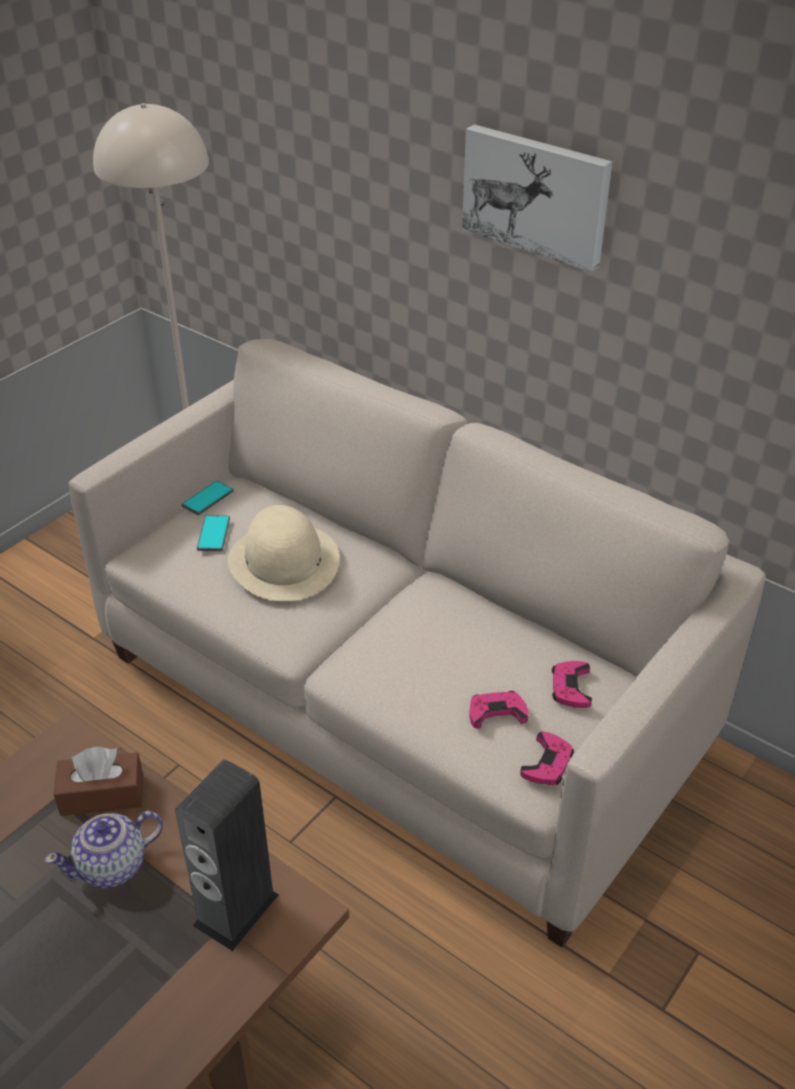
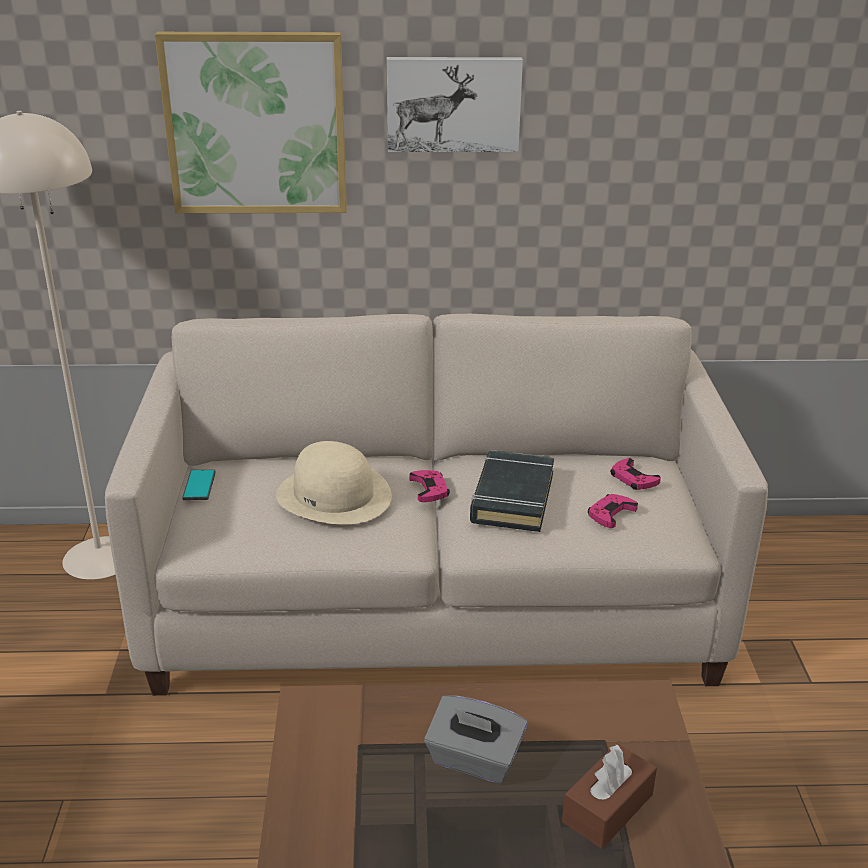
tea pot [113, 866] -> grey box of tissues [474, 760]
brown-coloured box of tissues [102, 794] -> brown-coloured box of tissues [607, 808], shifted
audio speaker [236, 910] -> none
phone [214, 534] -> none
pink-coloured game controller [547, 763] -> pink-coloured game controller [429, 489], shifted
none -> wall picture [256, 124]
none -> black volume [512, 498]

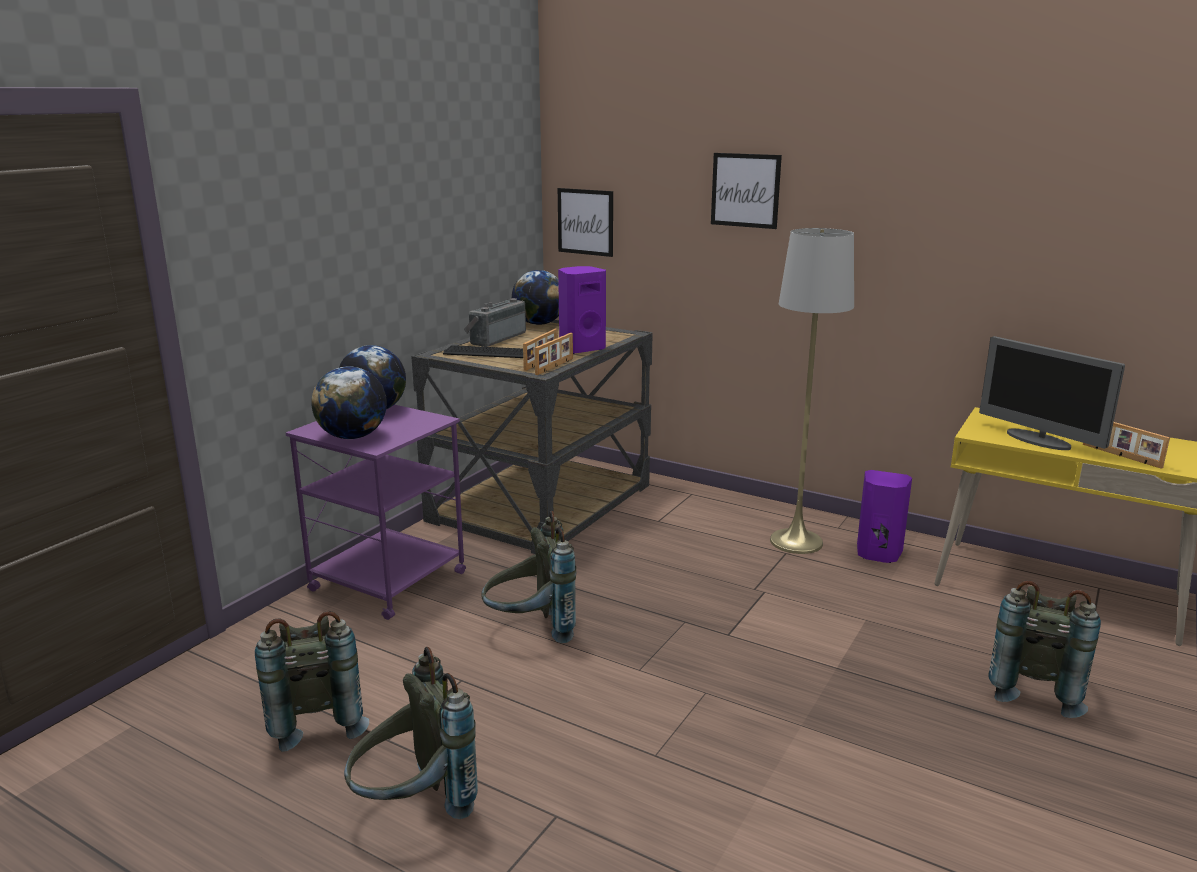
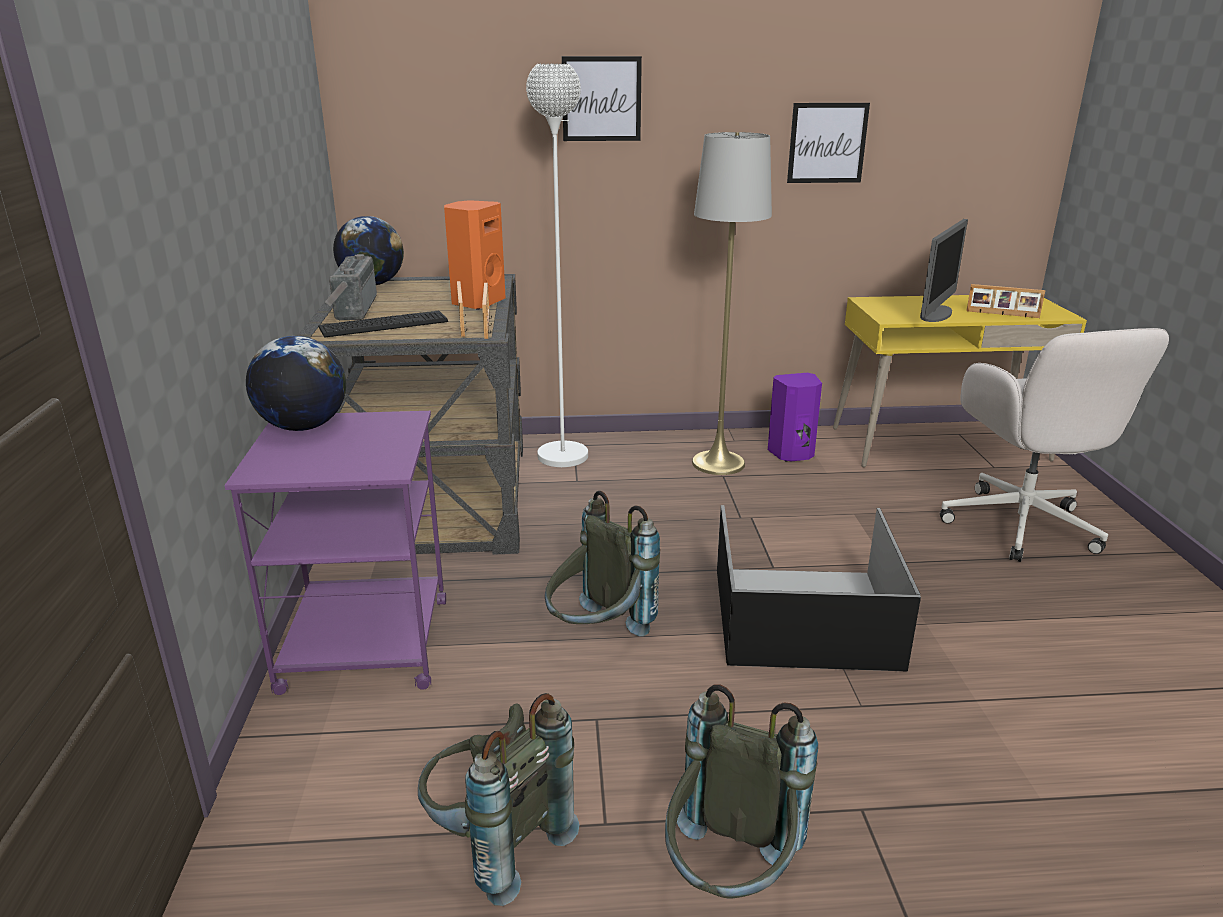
desk globe [353, 437] -> none
wall picture [585, 222] -> wall picture [827, 143], shifted
purple audio speaker [581, 349] -> orange audio speaker [476, 302]
computer display [1038, 440] -> computer display [936, 314], 75 degrees counterclockwise
grey rucksack [1032, 688] -> white-coloured desk chair [1019, 526]
none -> white-coloured floor lamp [563, 456]
none -> black storage container [807, 616]

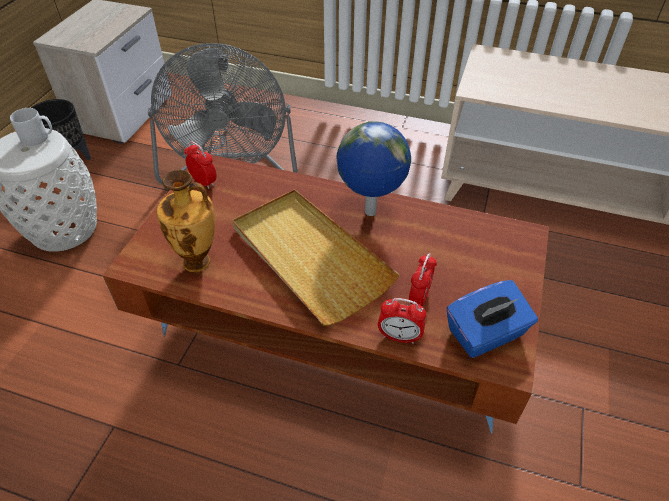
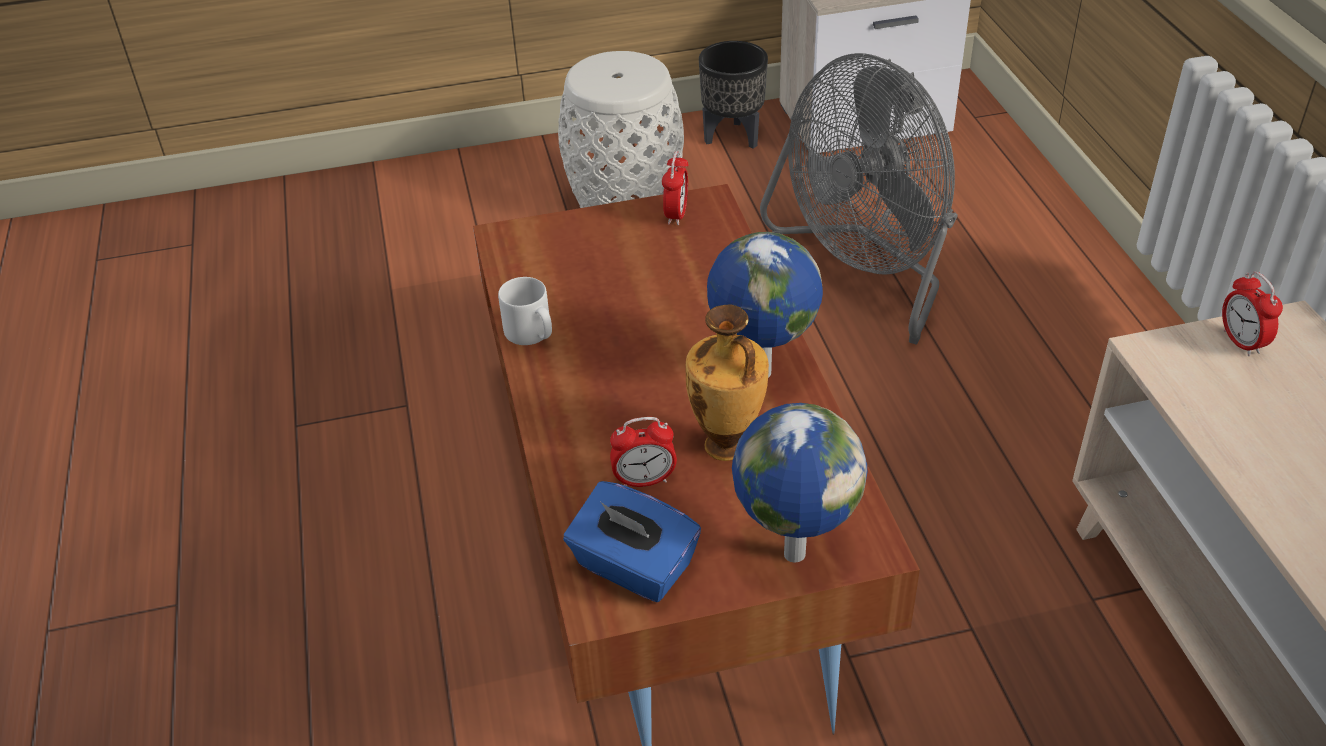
grey tea mug [38, 138] -> grey tea mug [531, 334], shifted
flower vase [198, 262] -> flower vase [726, 448], shifted
sand-coloured serving tray [309, 257] -> none
alarm clock [399, 337] -> alarm clock [1241, 342], shifted
none -> desk globe [792, 553]

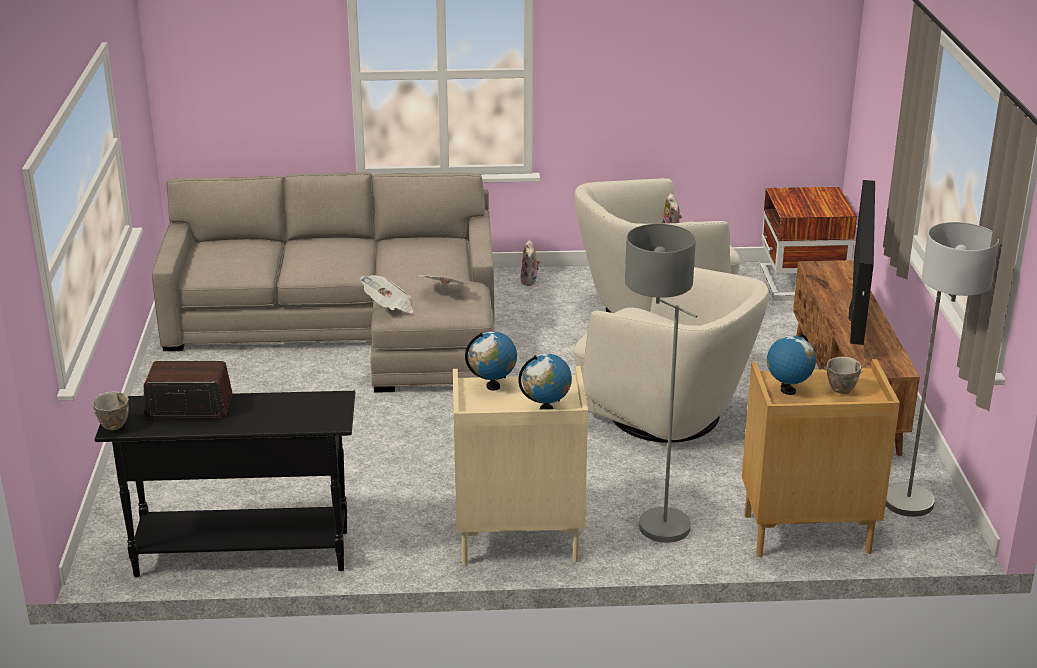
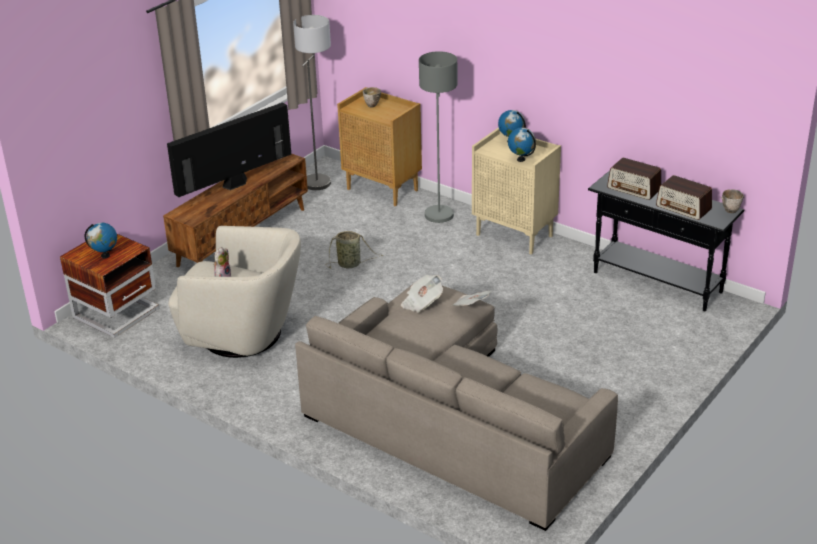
soft toy [530, 281] -> none
sand-coloured lounge chair [666, 415] -> basket [351, 264]
desk globe [788, 391] -> desk globe [105, 256], shifted
none -> radio receiver [634, 189]

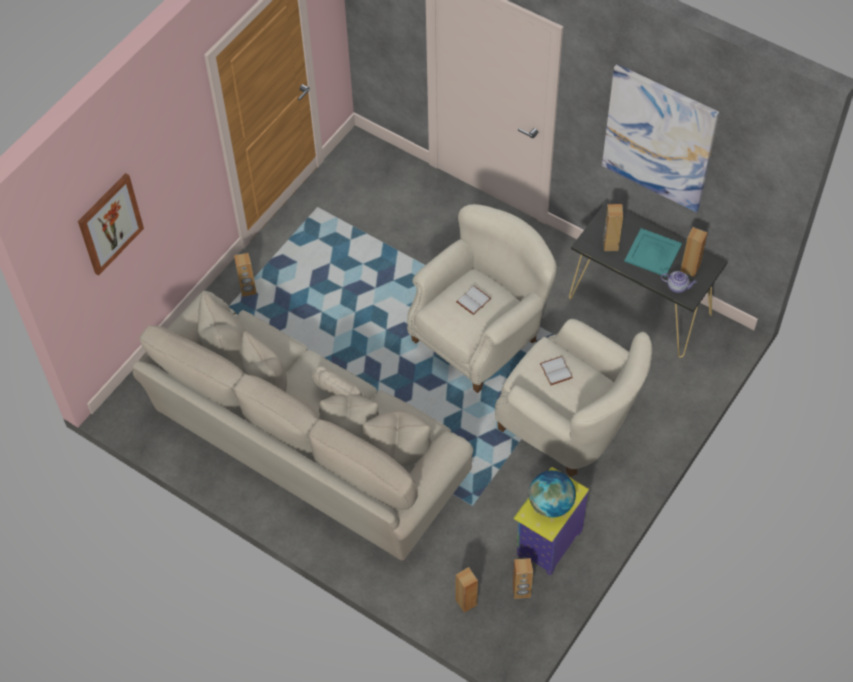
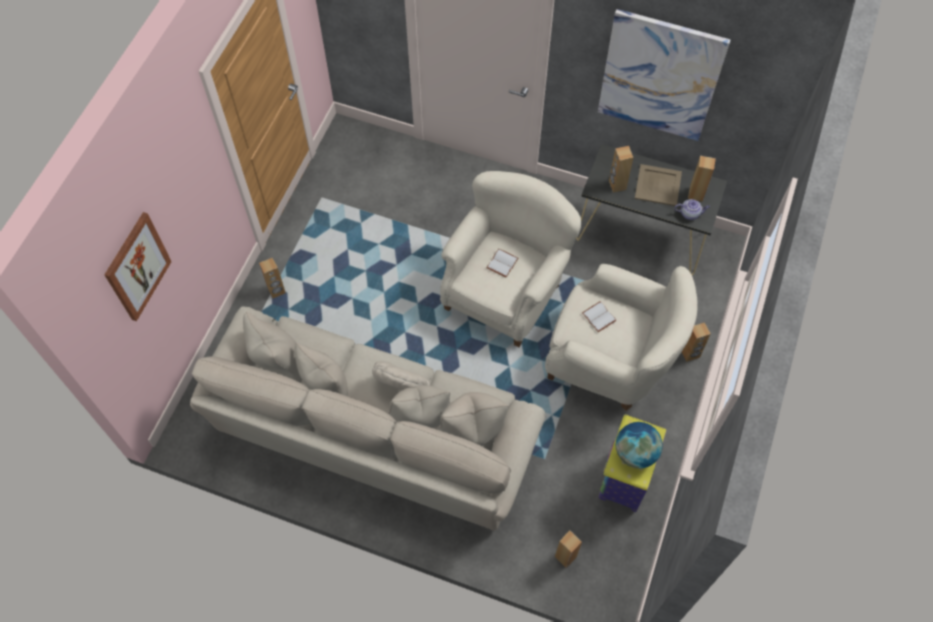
brown-coloured audio speaker [521, 591] -> brown-coloured audio speaker [690, 354], shifted
blue-green serving tray [652, 252] -> sand-coloured serving tray [657, 185]

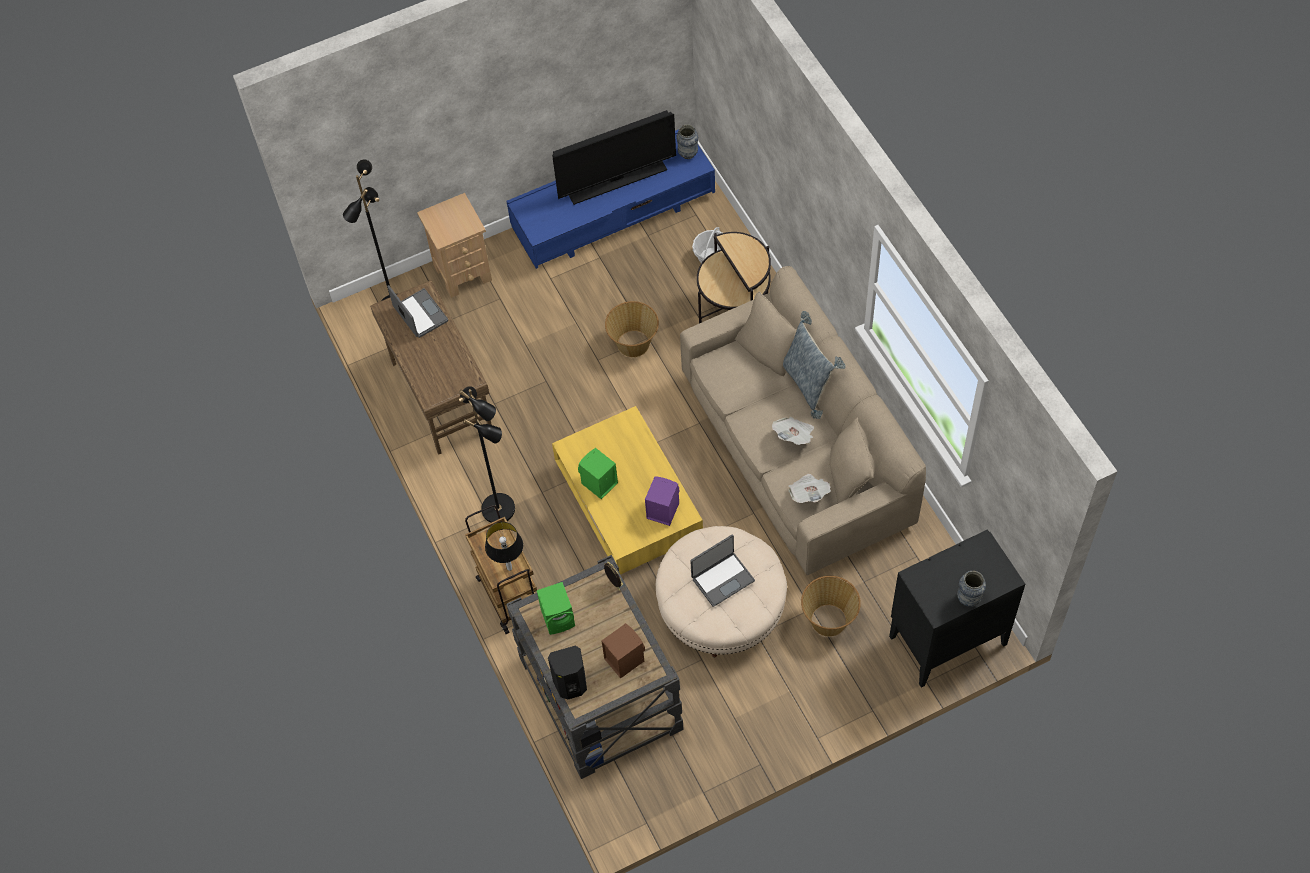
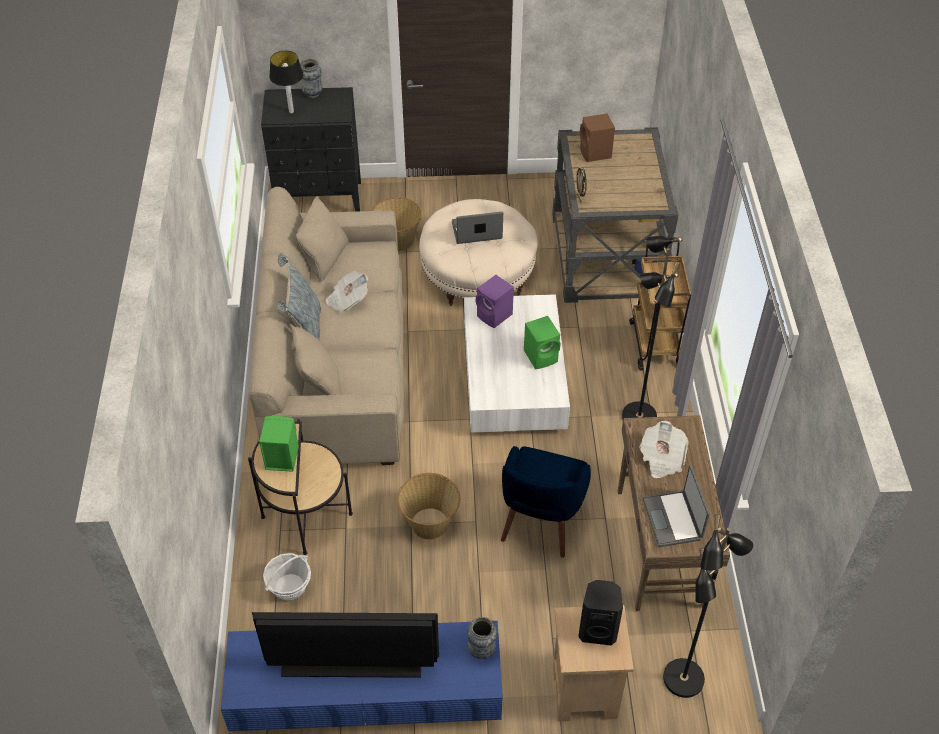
table lamp [509, 568] -> table lamp [291, 111], shifted
greenish audio speaker [559, 618] -> greenish audio speaker [280, 457], shifted
black audio speaker [571, 685] -> black audio speaker [598, 630], shifted
yellowish lounge table [628, 502] -> white-coloured lounge table [513, 379]
flower vase [688, 154] -> flower vase [481, 650], shifted
printed paper [808, 494] -> printed paper [661, 458], shifted
none -> bluish lounge chair [541, 520]

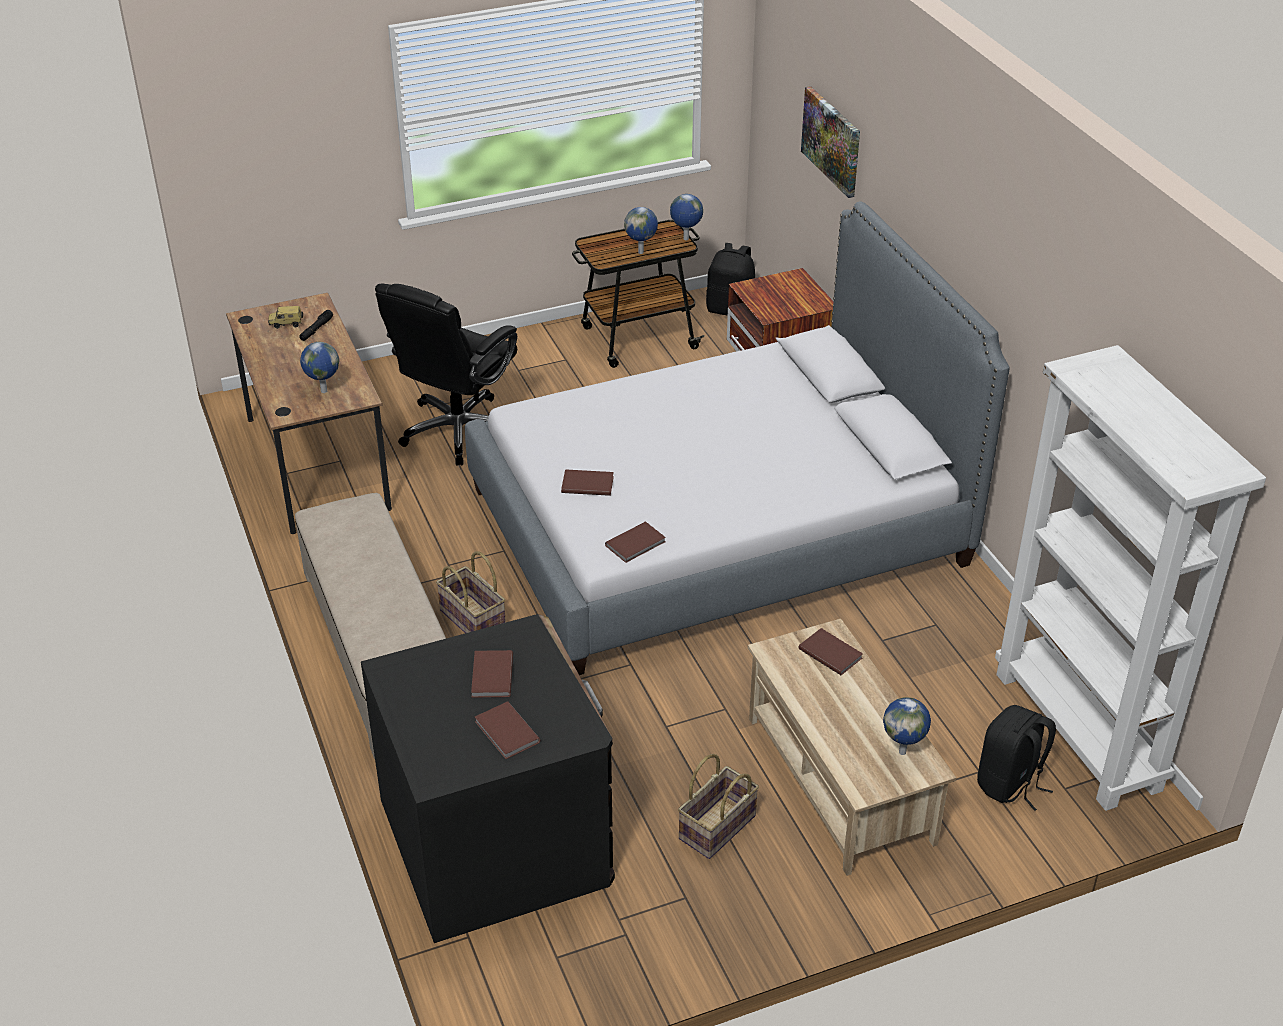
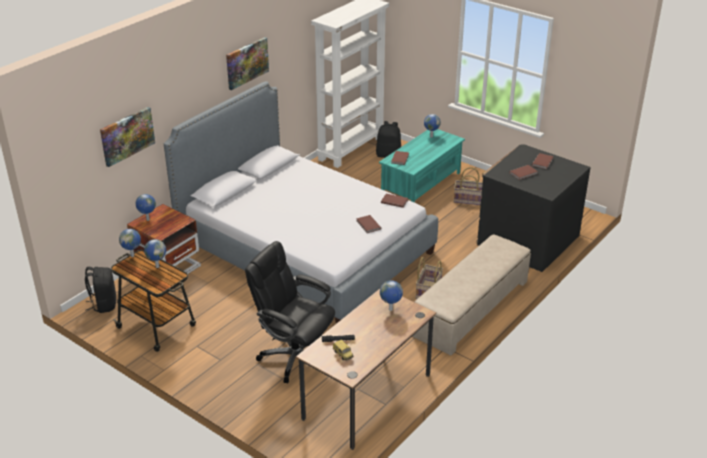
black desk chair [458, 430] -> black desk chair [295, 357], 150 degrees counterclockwise
sand-coloured lounge table [838, 779] -> blue-green lounge table [421, 184]
none -> desk globe [147, 220]
none -> wall picture [247, 62]

